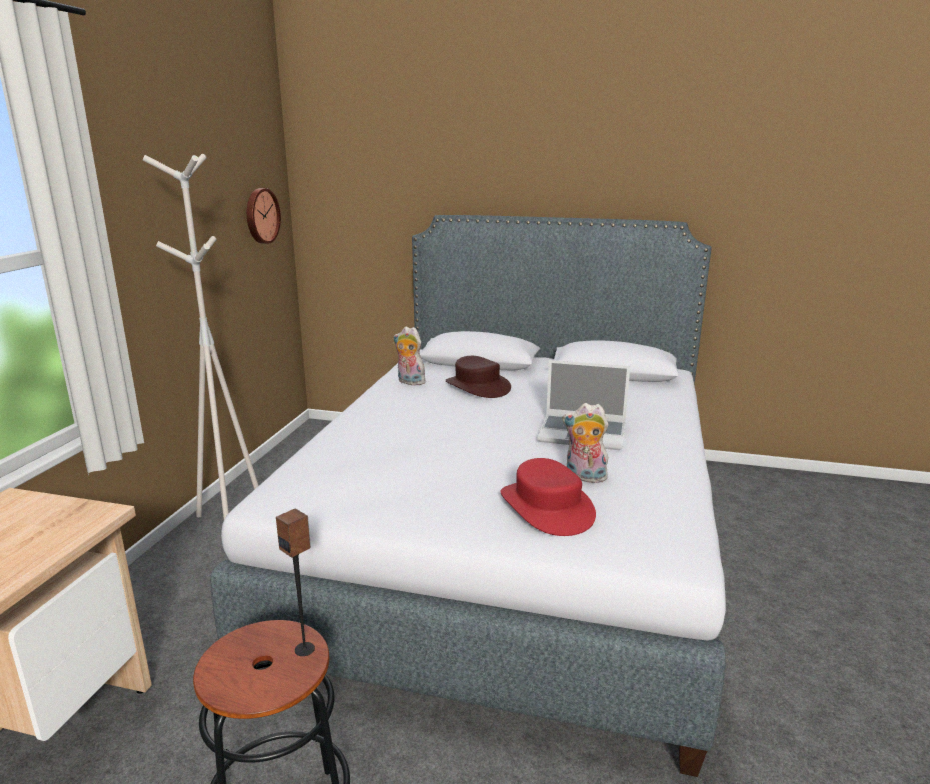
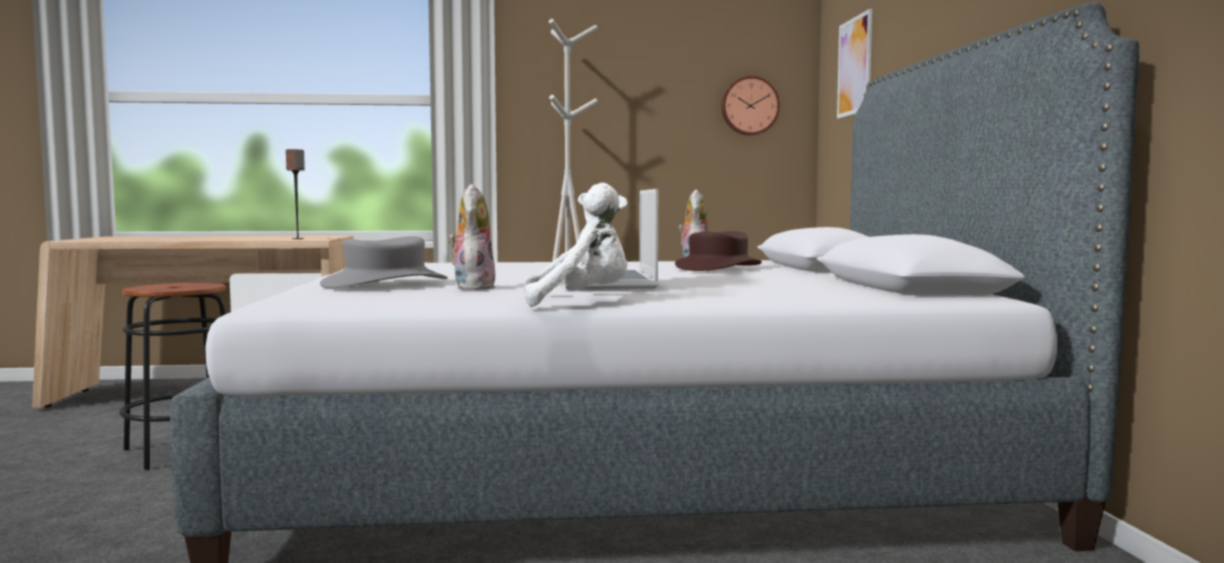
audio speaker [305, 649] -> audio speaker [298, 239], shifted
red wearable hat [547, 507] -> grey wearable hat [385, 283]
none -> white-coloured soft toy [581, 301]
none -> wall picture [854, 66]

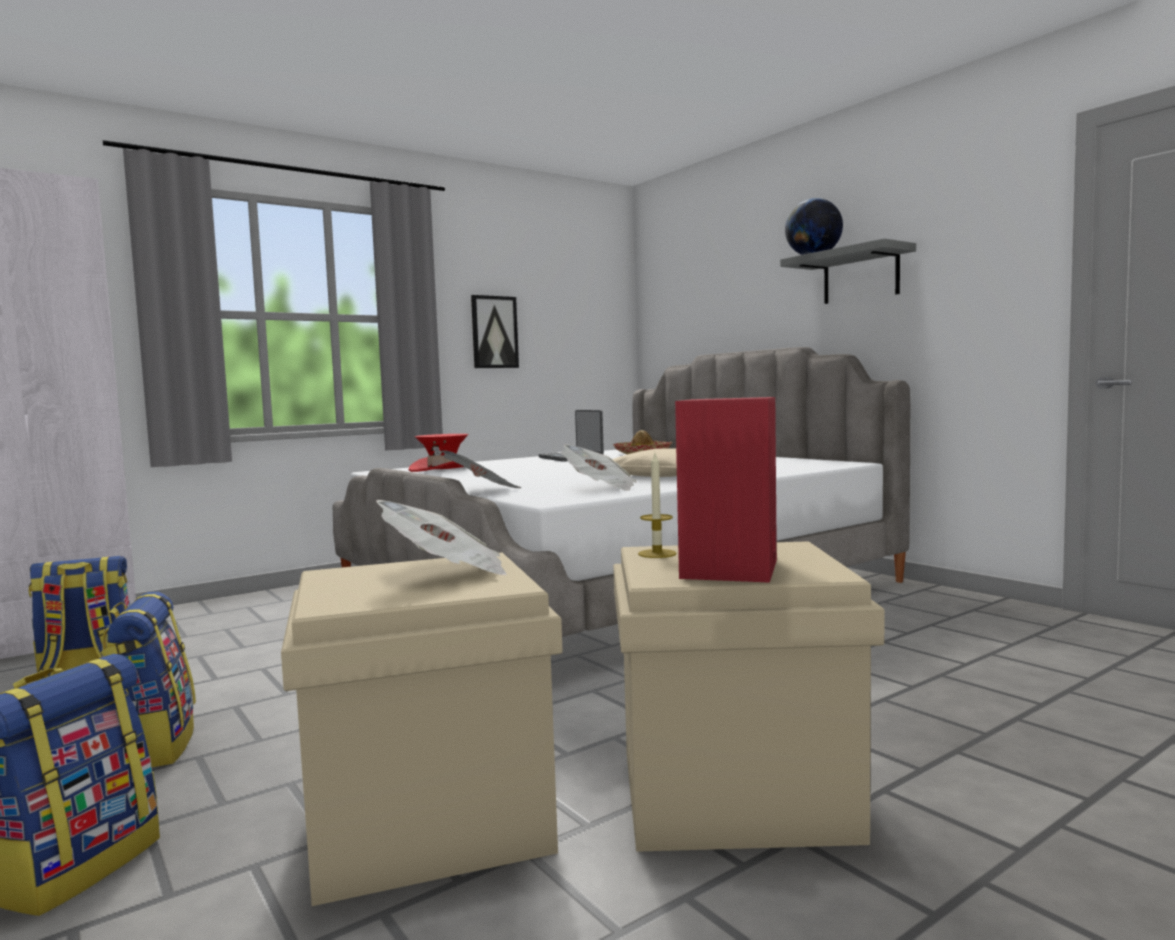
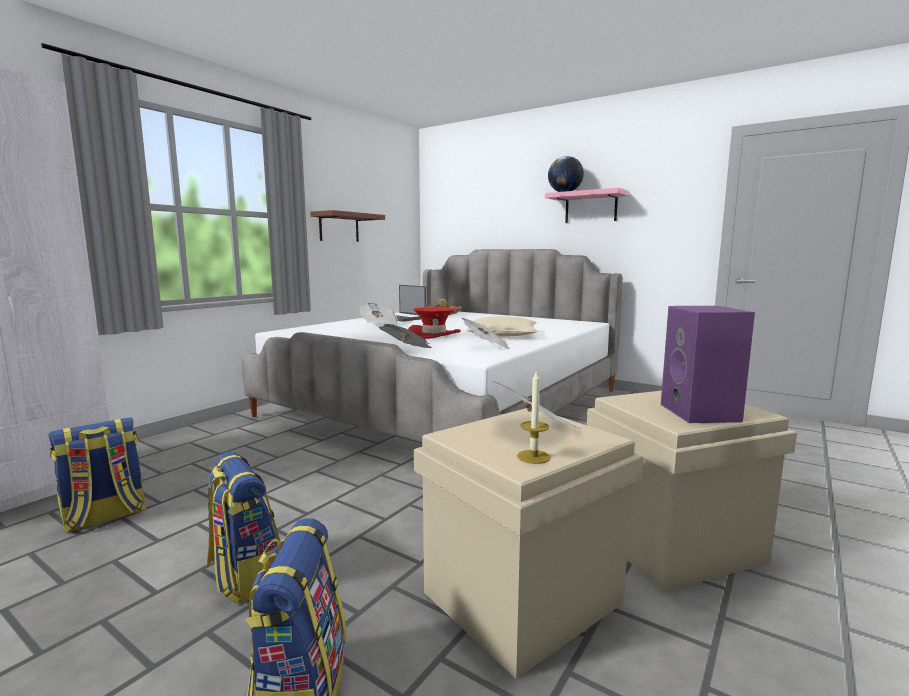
red wearable hat [443, 468] -> red wearable hat [434, 335], shifted
wall picture [494, 332] -> brown-coloured shelf [339, 227]
candle [657, 554] -> candle [533, 457], shifted
red audio speaker [732, 570] -> purple audio speaker [701, 413]
grey shelf [860, 276] -> pink-coloured shelf [591, 207]
none -> printed paper [379, 326]

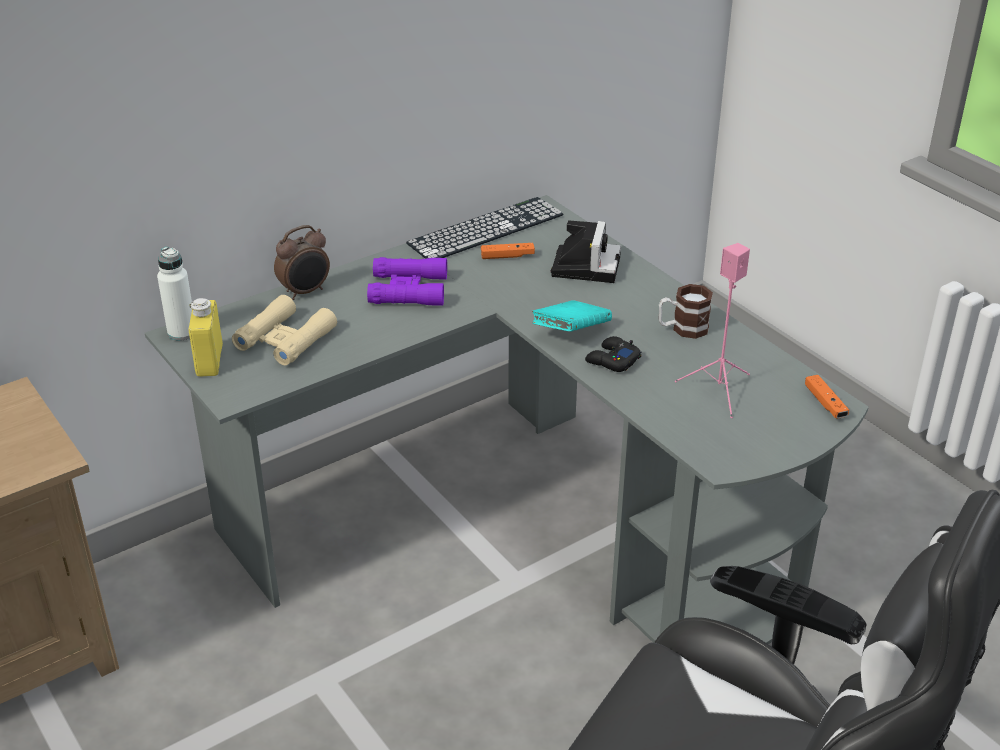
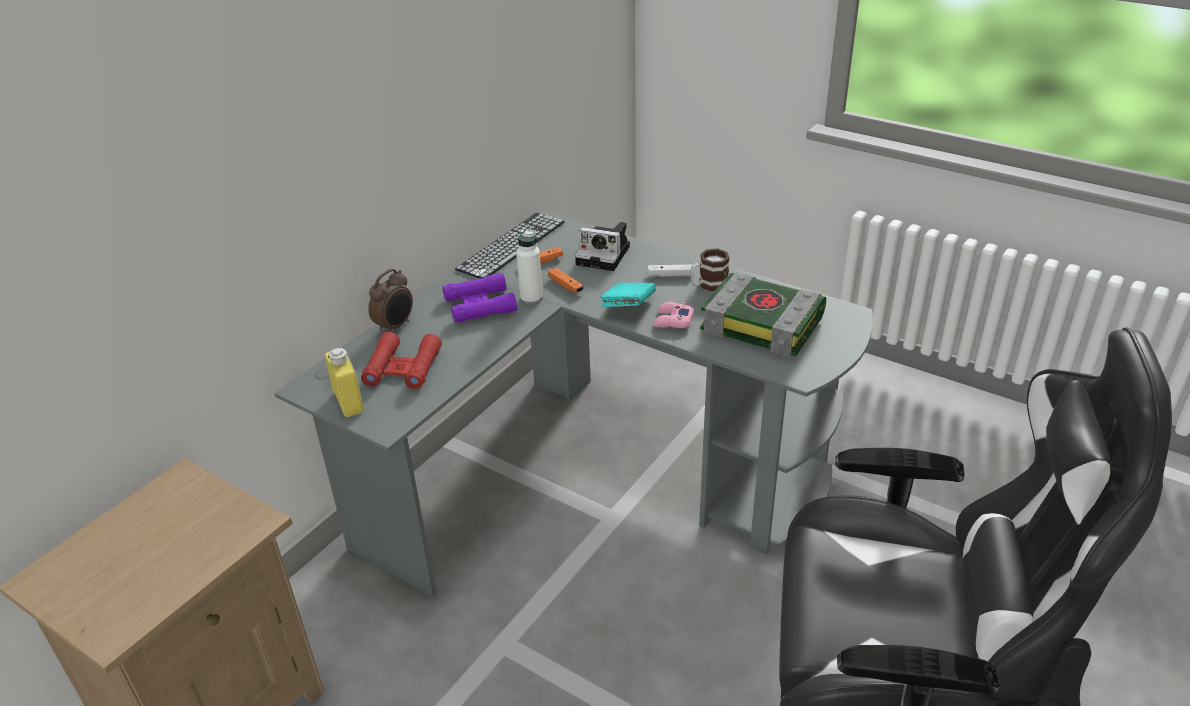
white-coloured bottle [182, 332] -> white-coloured bottle [531, 298], shifted
sand-coloured field glasses [285, 339] -> red field glasses [403, 368]
still camera [585, 265] -> still camera [605, 255], 120 degrees clockwise
black game controller [612, 360] -> pink-coloured game controller [672, 321]
pink-coloured audio speaker [719, 391] -> volume [764, 324]
orange game controller [825, 403] -> orange game controller [566, 286], shifted
none -> white-coloured game controller [670, 275]

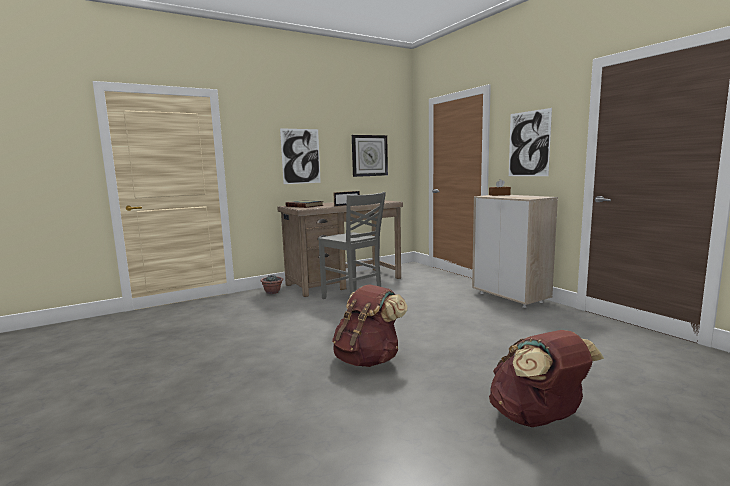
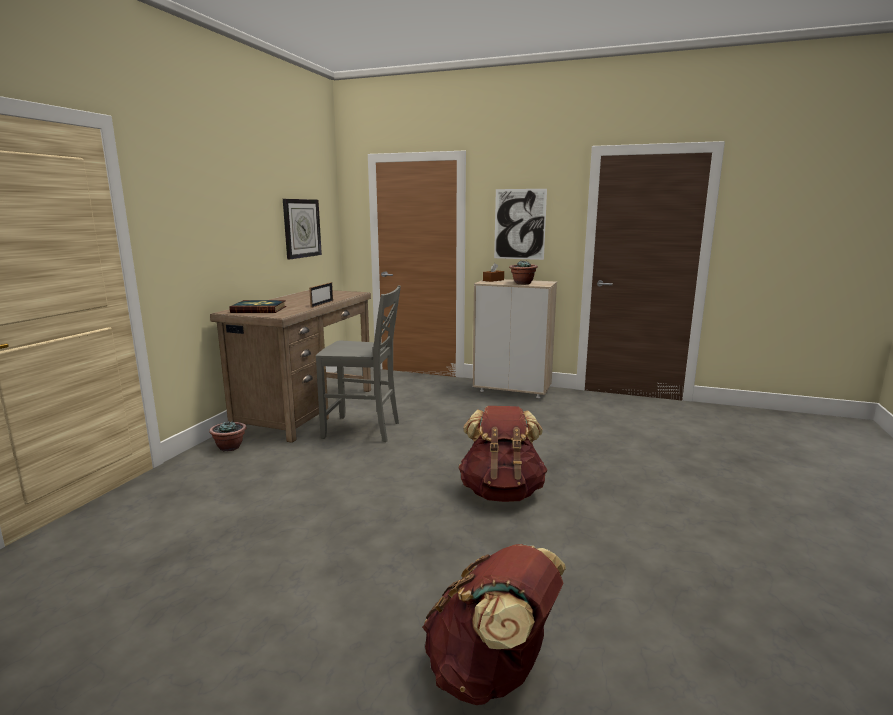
wall picture [301, 156] -> none
brown-coloured rucksack [537, 419] -> brown-coloured rucksack [491, 673], shifted
none -> houseplant [522, 283]

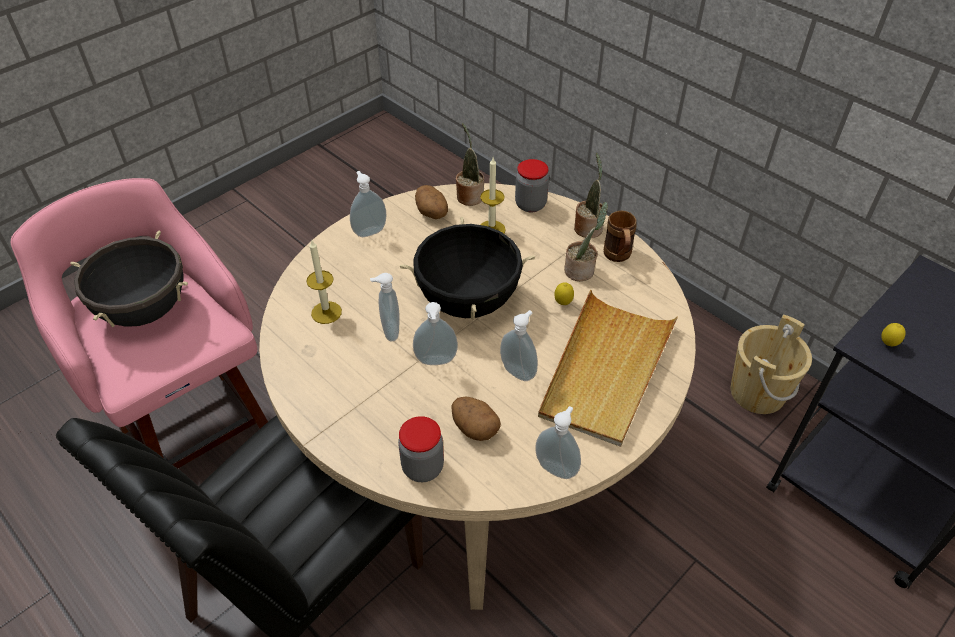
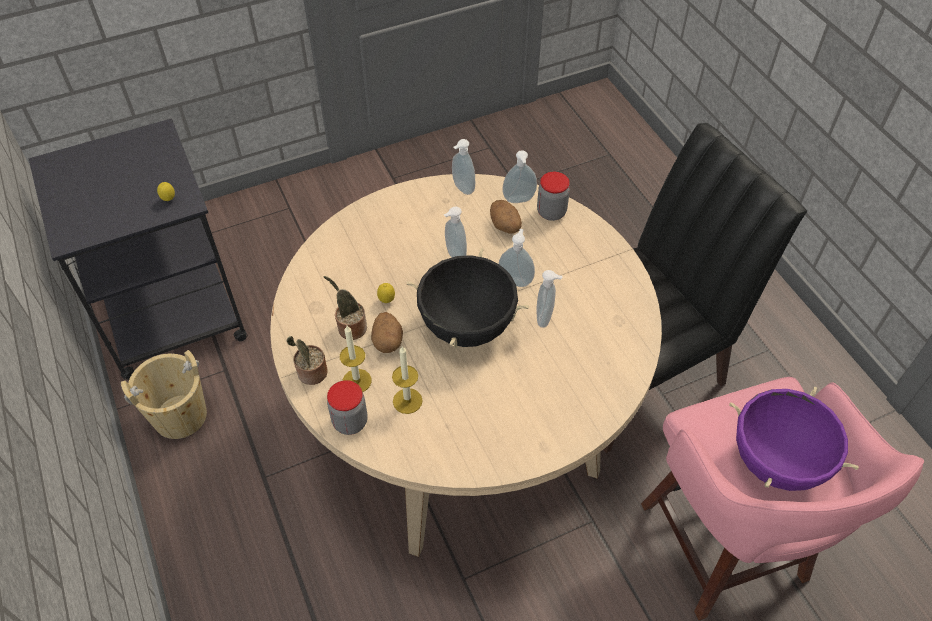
black stockpot [145, 310] -> purple stockpot [776, 461]
candle [326, 312] -> candle [357, 381], shifted
soap bottle [369, 231] -> soap bottle [519, 201], shifted
whole potato [432, 213] -> whole potato [387, 341], shifted
houseplant [469, 195] -> none
sand-coloured serving tray [606, 370] -> none
brown-coloured tea mug [618, 258] -> none

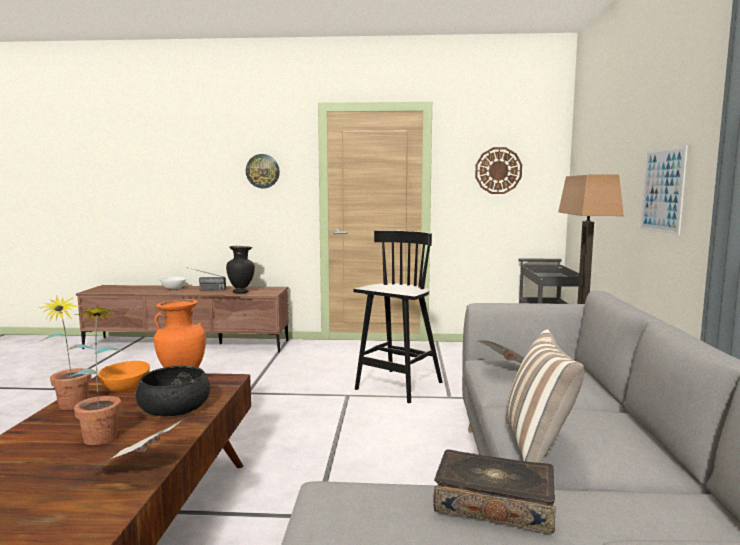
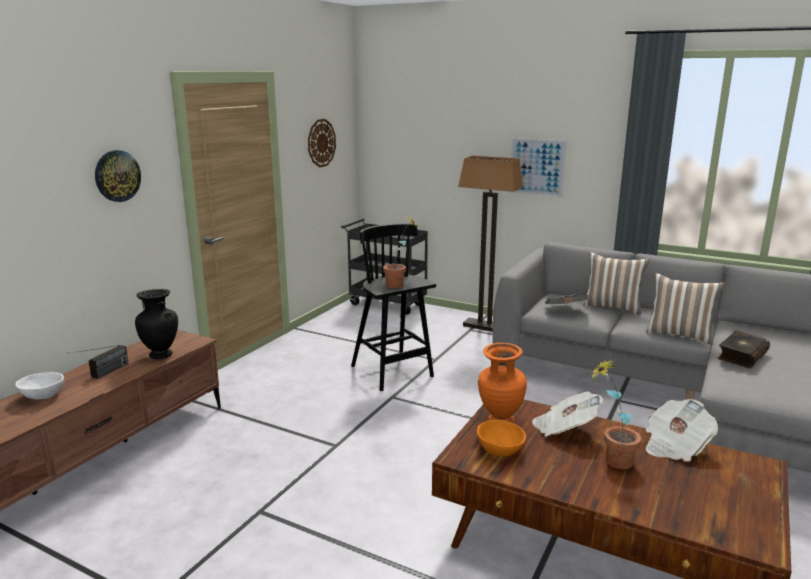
houseplant [71, 407] -> houseplant [400, 286], shifted
black serving bowl [174, 408] -> printed paper [564, 428]
none -> pillow [612, 307]

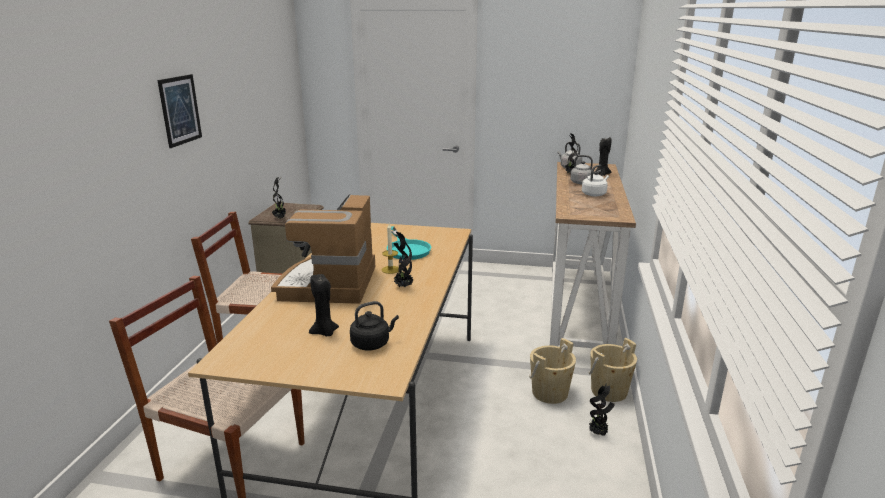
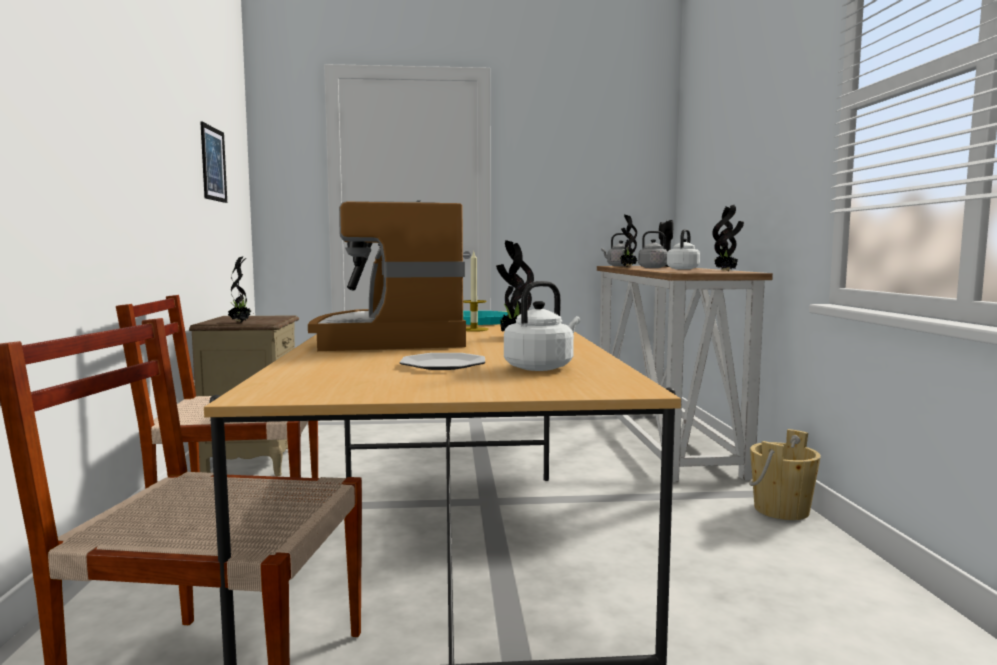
wall picture [180, 110] -> wall picture [213, 164], shifted
black candle [325, 333] -> plate [442, 365]
black tea kettle [372, 343] -> white-coloured tea kettle [541, 367]
sand-coloured water bucket [550, 393] -> none
houseplant [598, 433] -> houseplant [726, 271], shifted

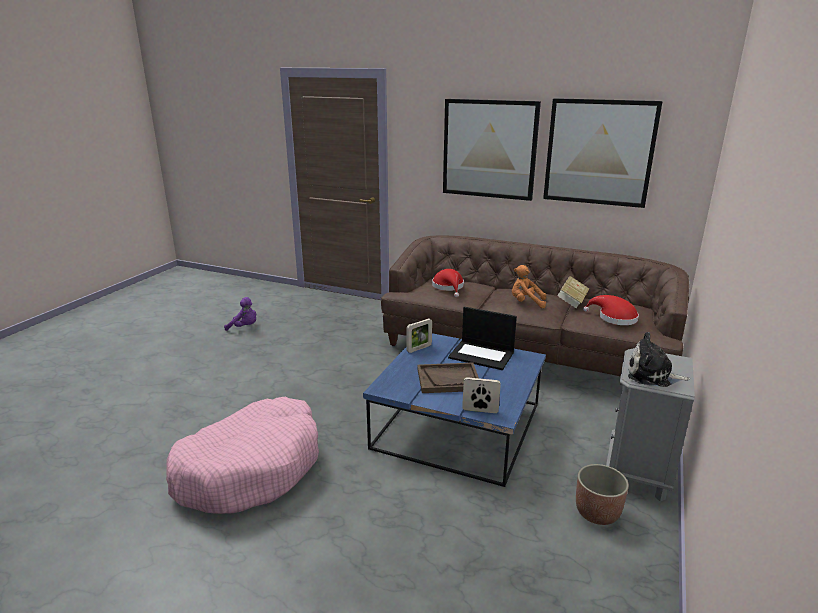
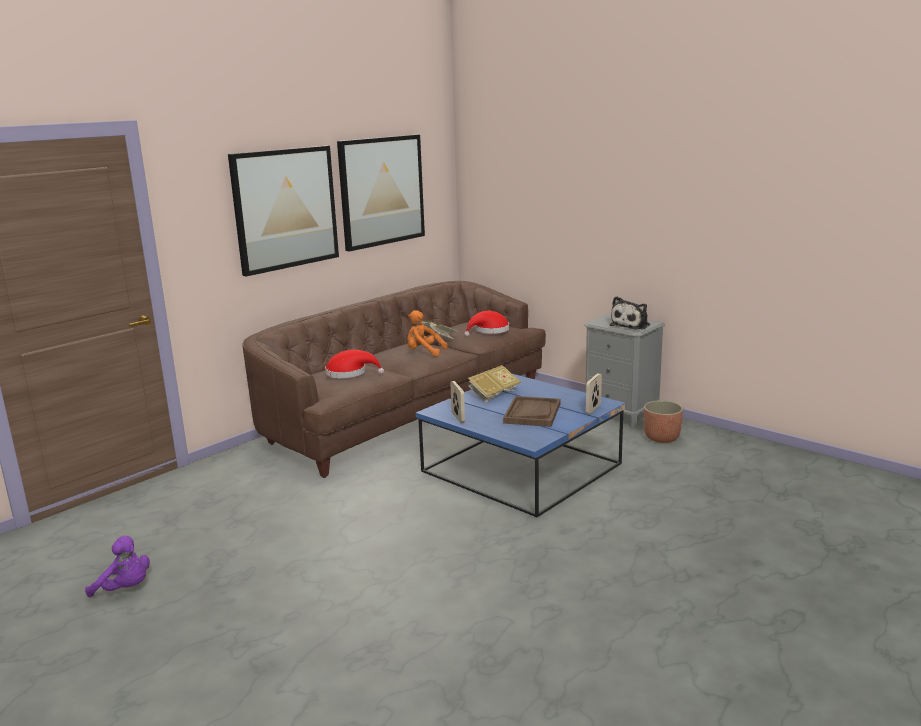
pink-coloured dog bed [250, 468] -> none
purple soft toy [244, 327] -> purple soft toy [125, 589], 75 degrees clockwise
portable computer [482, 355] -> volume [493, 394]
orange soft toy [526, 303] -> orange soft toy [424, 352], 75 degrees clockwise

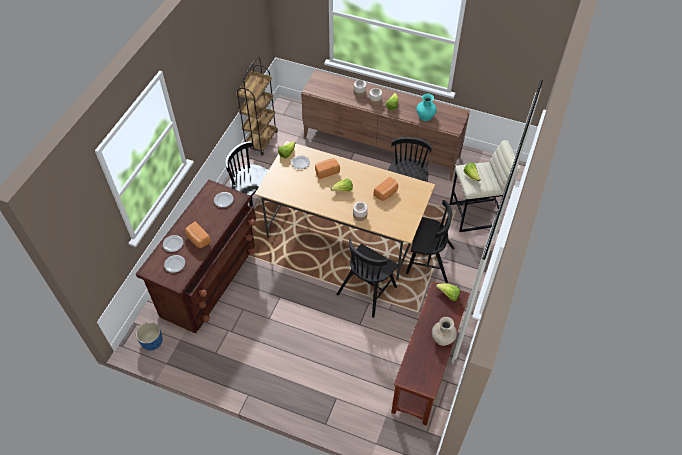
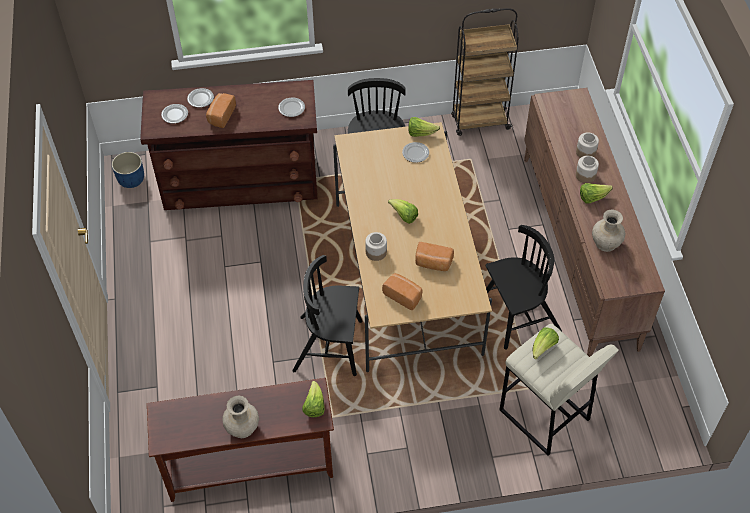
bread [326, 171] -> bread [403, 295], shifted
black upright chair [427, 260] -> none
blue-green flower vase [425, 116] -> sand-coloured flower vase [605, 243]

